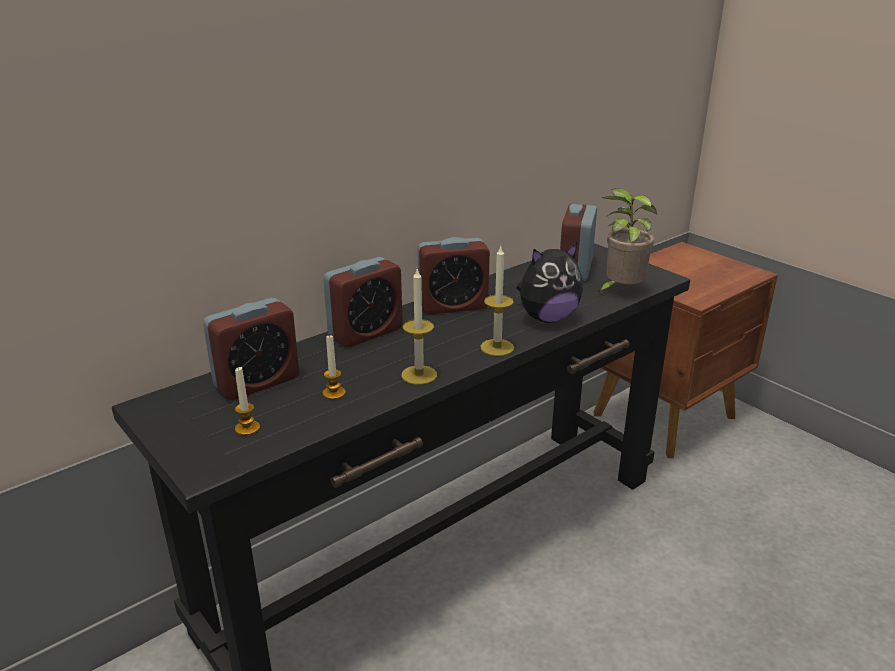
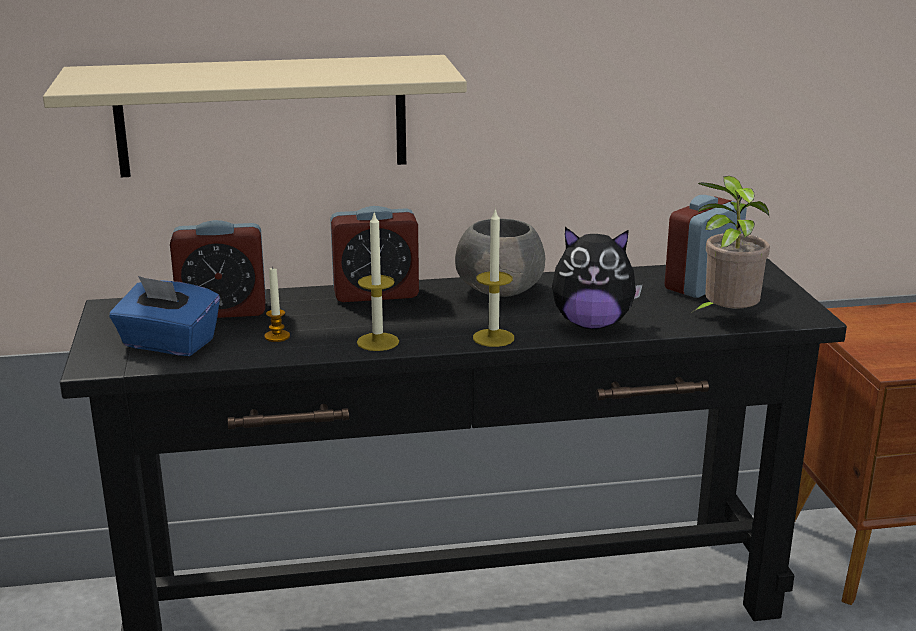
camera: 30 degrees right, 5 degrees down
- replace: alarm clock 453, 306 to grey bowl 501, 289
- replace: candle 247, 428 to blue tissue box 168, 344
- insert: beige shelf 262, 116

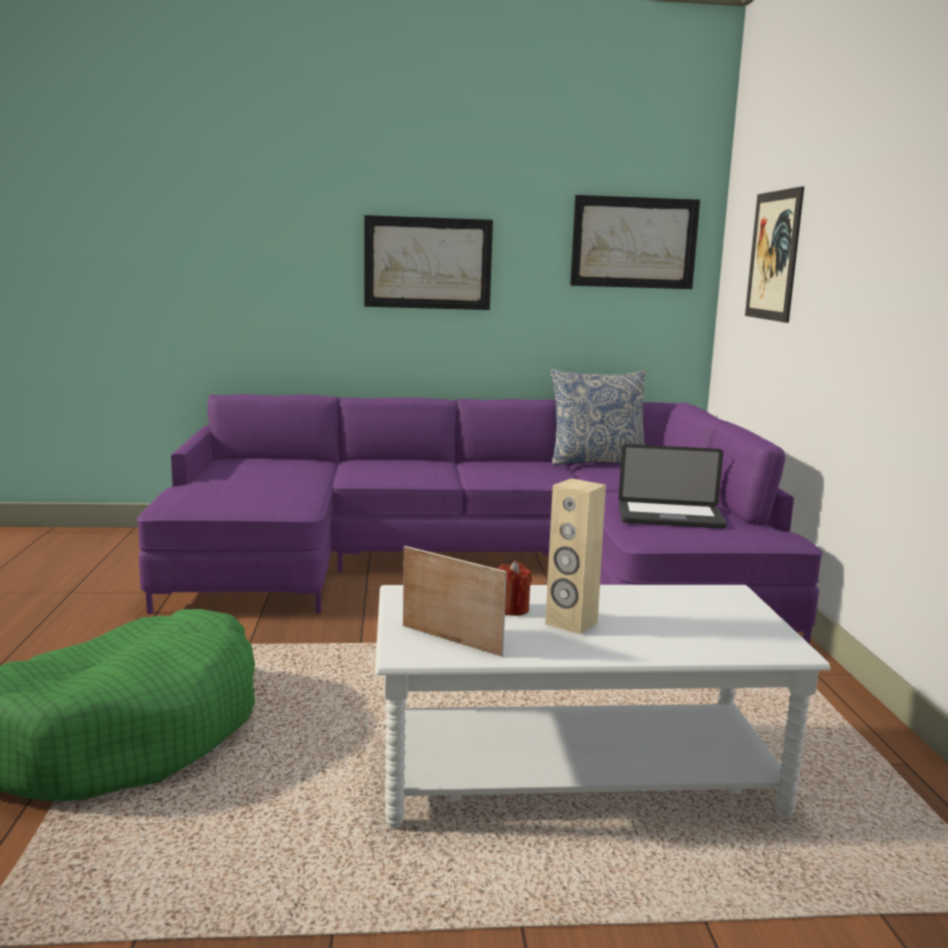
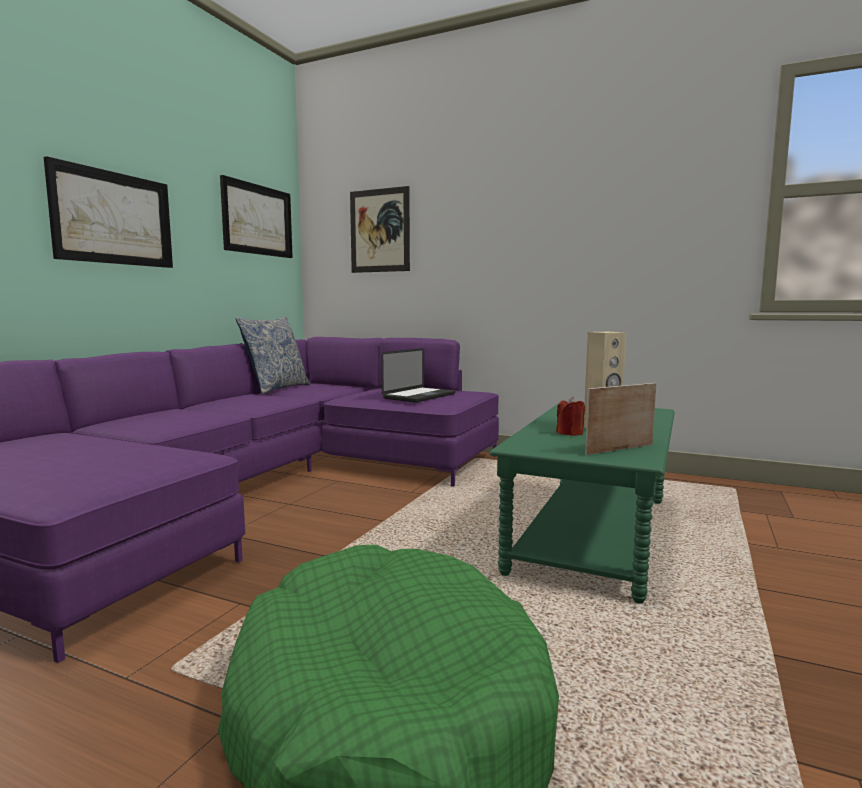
camera: 60 degrees left, 5 degrees down
- recolor: white coffee table 577, 773 to green coffee table 593, 534

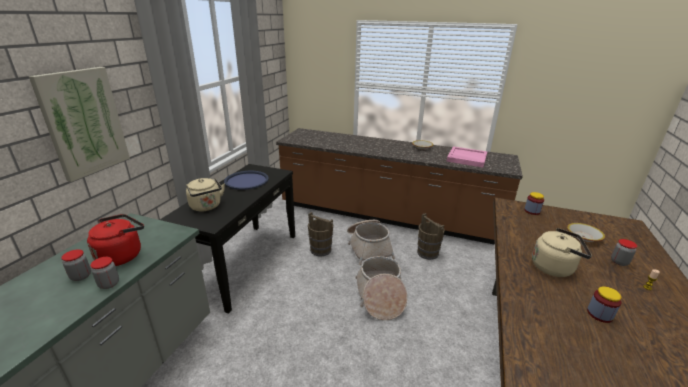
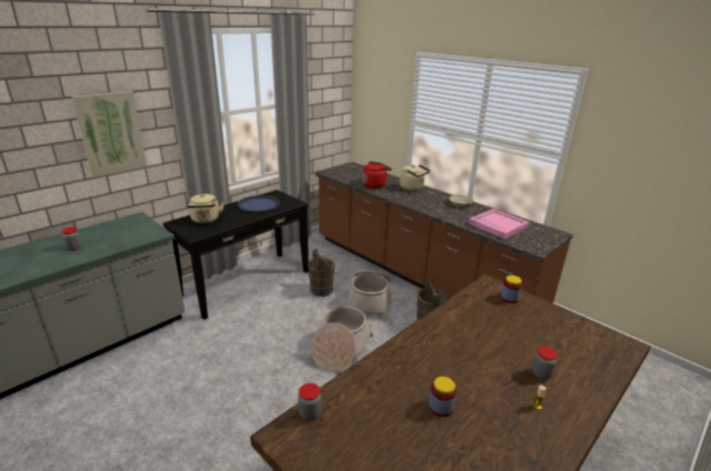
camera: 25 degrees right, 0 degrees up
- move: red kettle 122, 255 to 375, 185
- delete: bowl 583, 237
- move: beige kettle 554, 267 to 413, 188
- move: jar 109, 284 to 310, 414

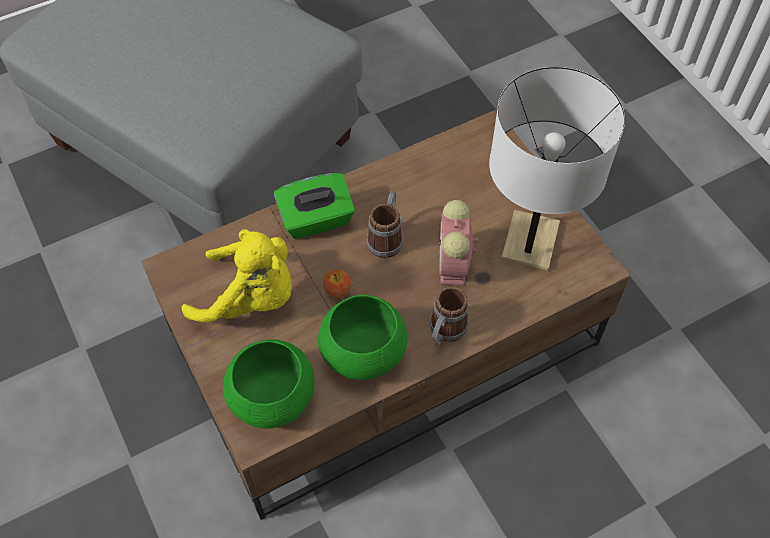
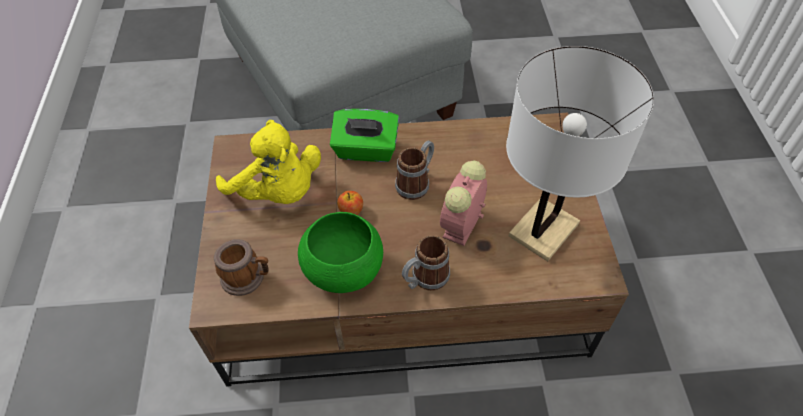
camera: 25 degrees right, 5 degrees down
- replace: green bowl 271, 398 to mug 247, 277

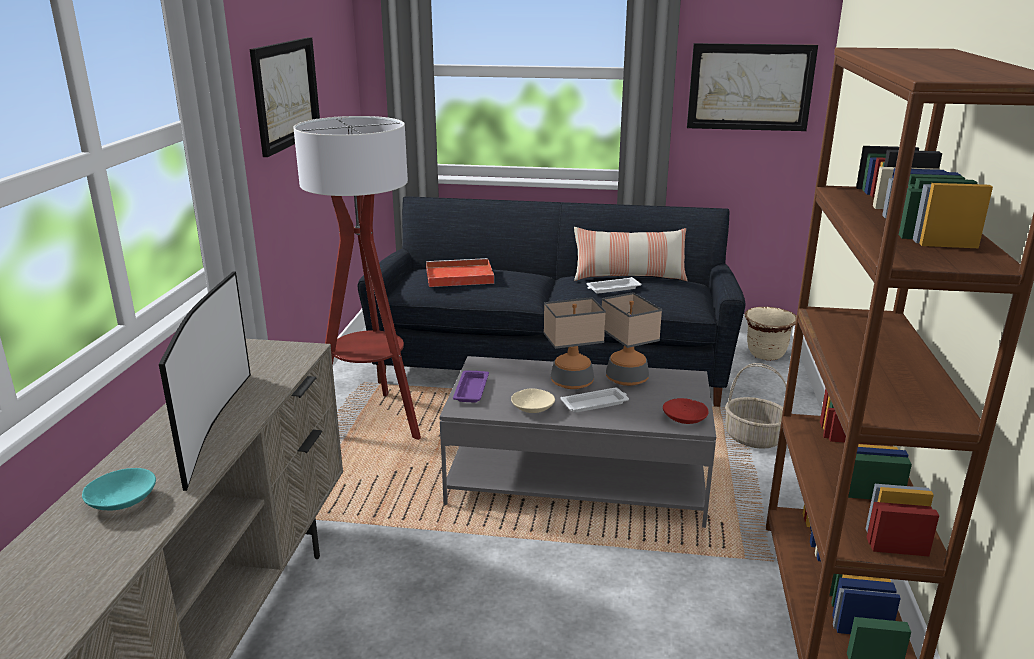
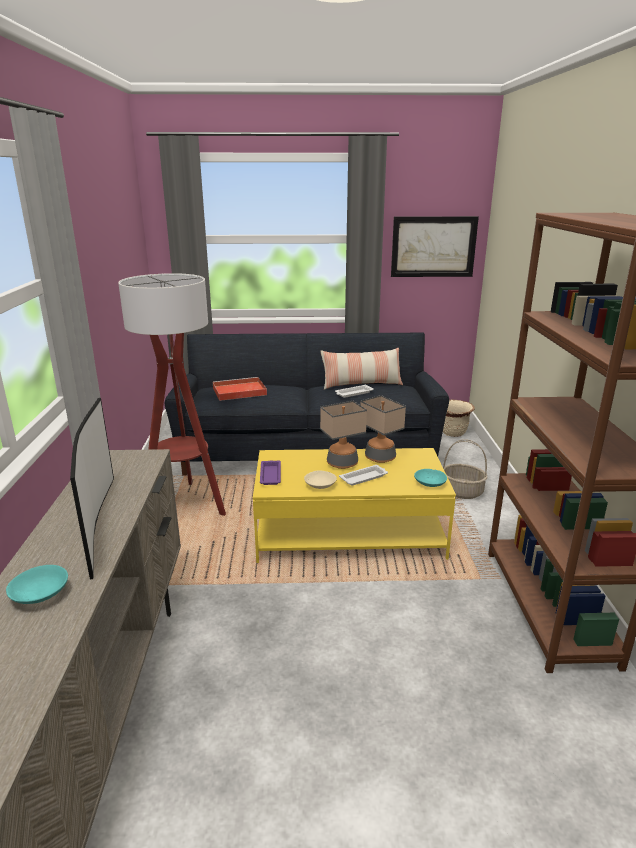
camera: 10 degrees left, 0 degrees up
- delete: picture 285, 94
- recolor: grey coffee table 577, 478 to yellow coffee table 349, 533
- recolor: red bowl 685, 418 to turquoise bowl 430, 483

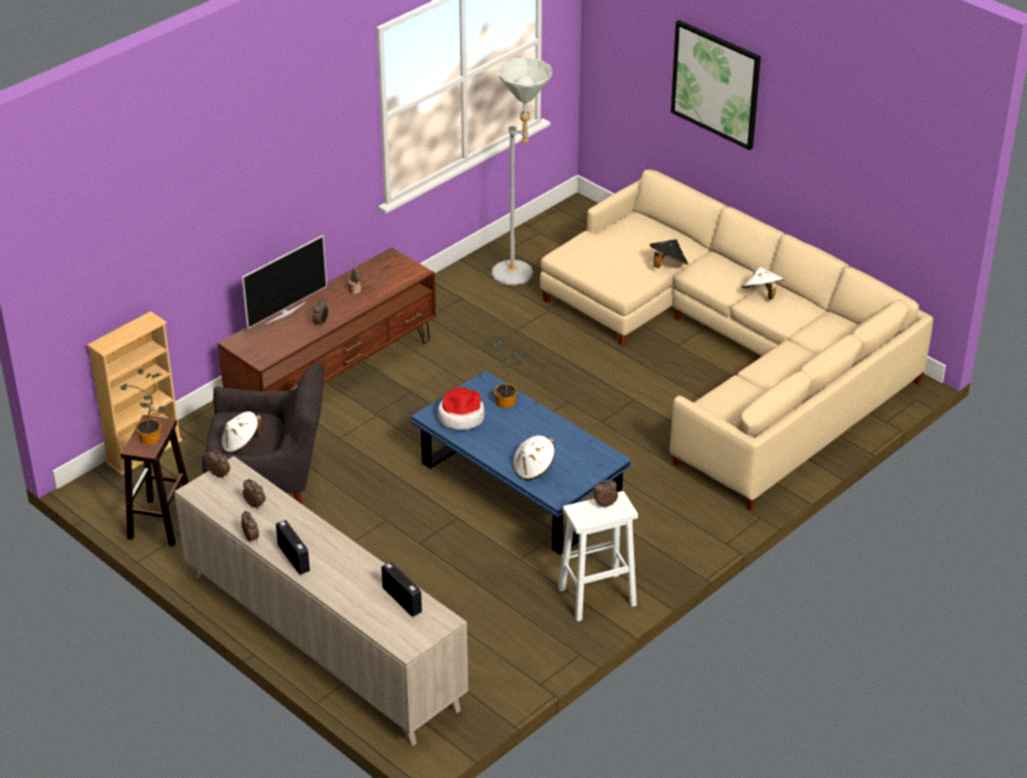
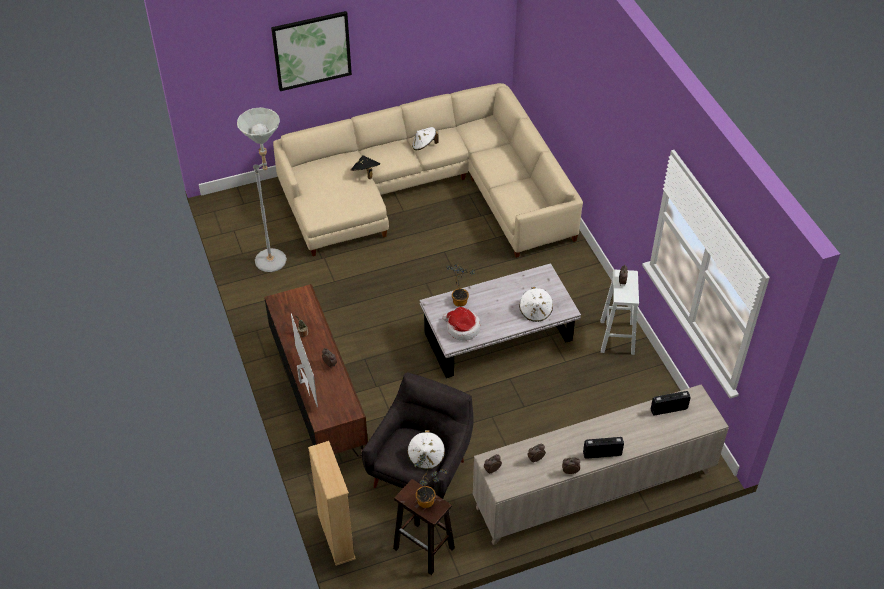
camera: 65 degrees left, 10 degrees up
- recolor: blue coffee table 520, 489 to white coffee table 498, 337

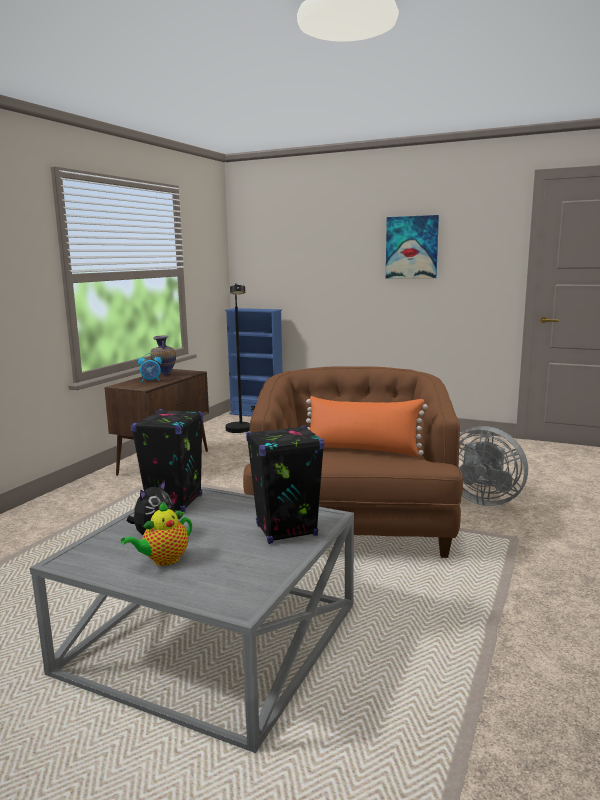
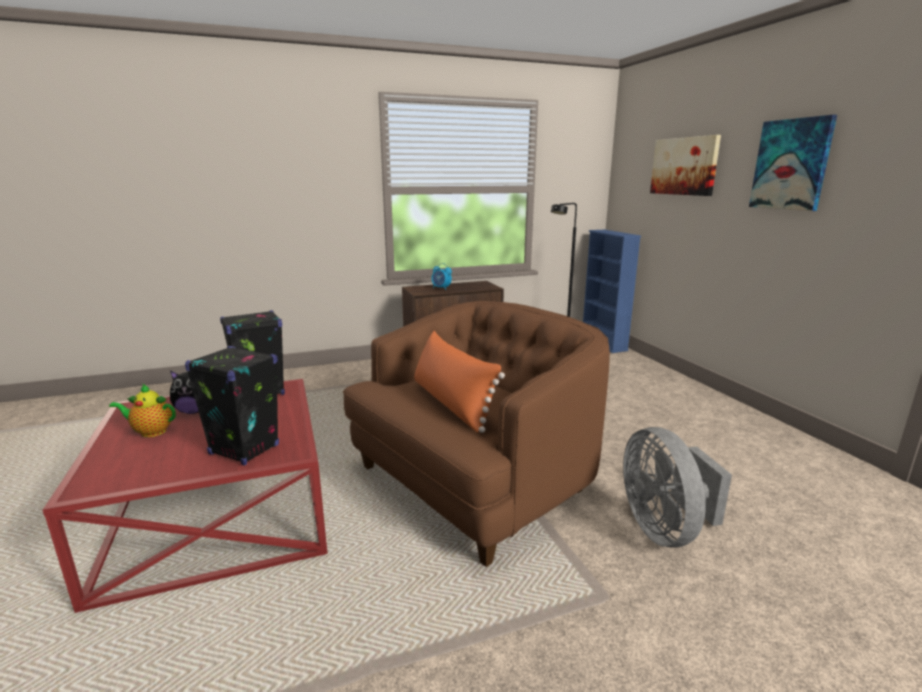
camera: 45 degrees right, 5 degrees up
- delete: vase 164, 375
- recolor: grey coffee table 210, 637 to red coffee table 219, 513
- insert: picture 684, 166

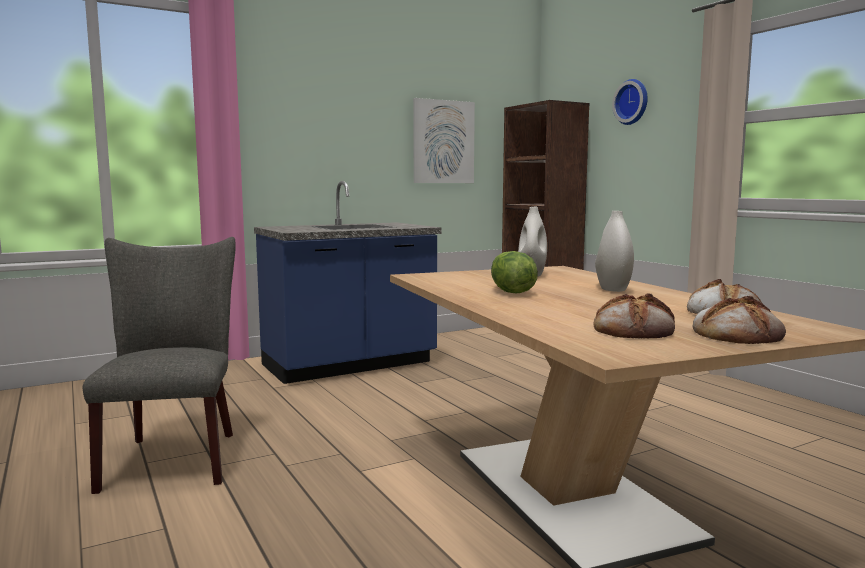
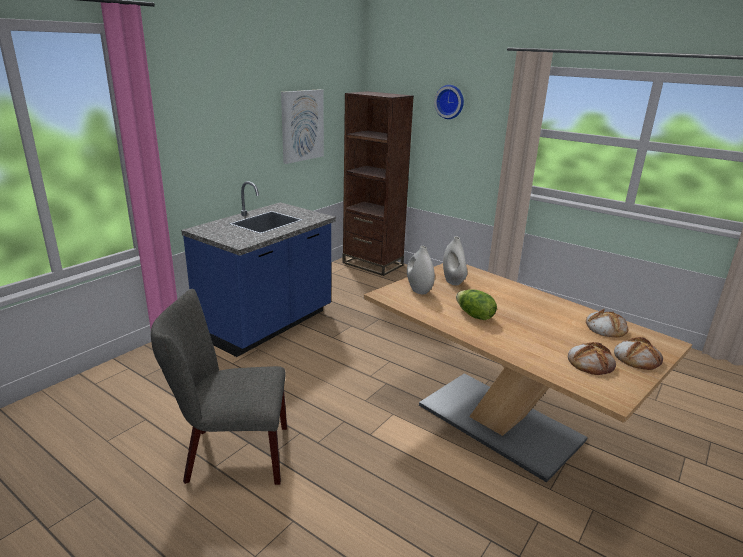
camera: 25 degrees left, 15 degrees up
- move: white vase 612, 289 to 418, 290
- rotate: grey chair 174, 456 = 230, 455 60 degrees counterclockwise

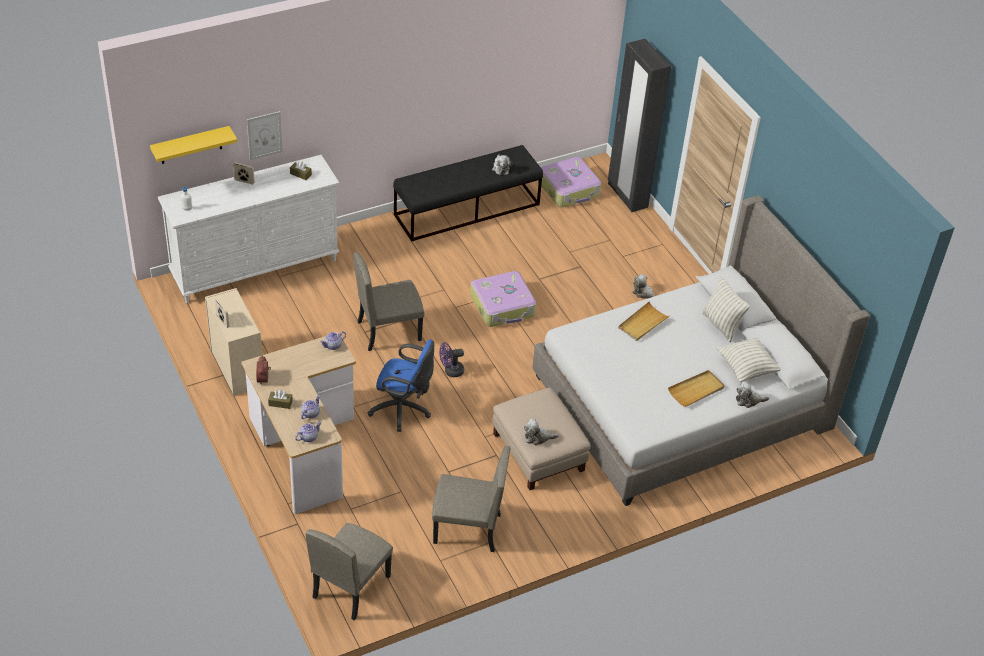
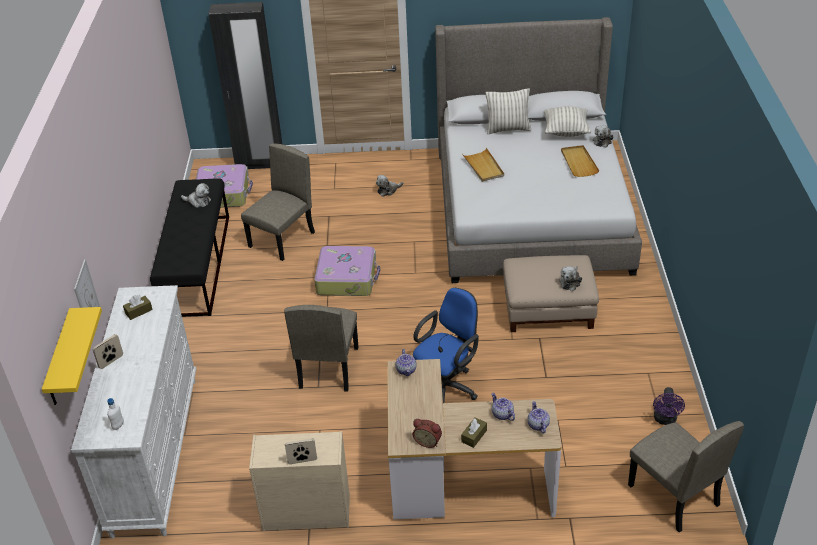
camera: 60 degrees left, 5 degrees down
- move: purple fan 451, 371 to 665, 420
- move: beige chair 467, 529 to 282, 240

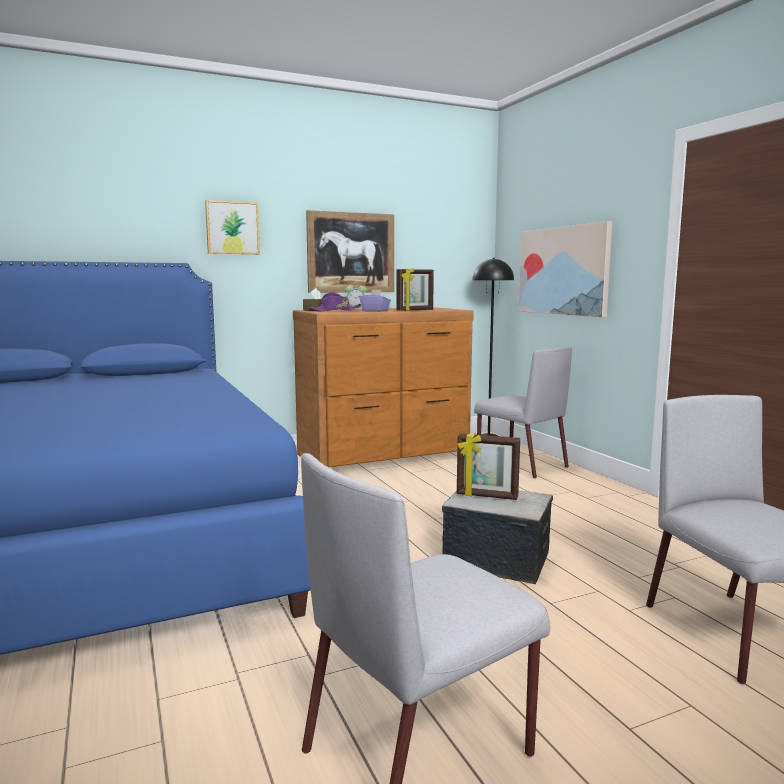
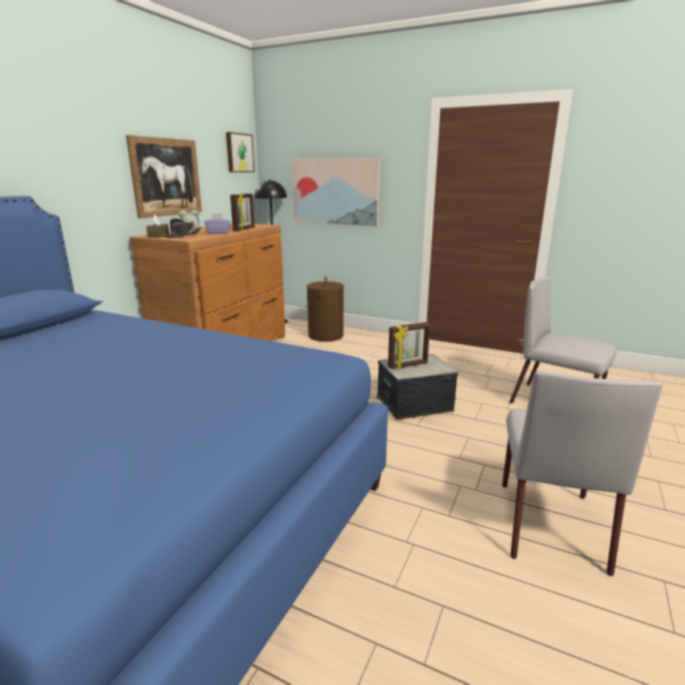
camera: 40 degrees left, 10 degrees up
- move: picture 232, 228 to 239, 153
- recolor: purple hat 334, 311 to black hat 183, 235
- replace: grey chair 520, 464 to brown laundry basket 325, 336

